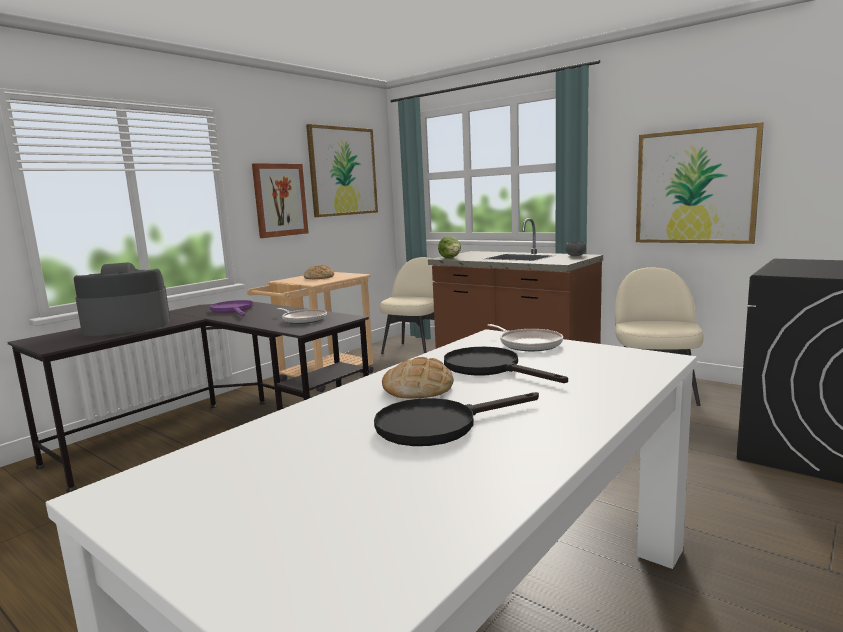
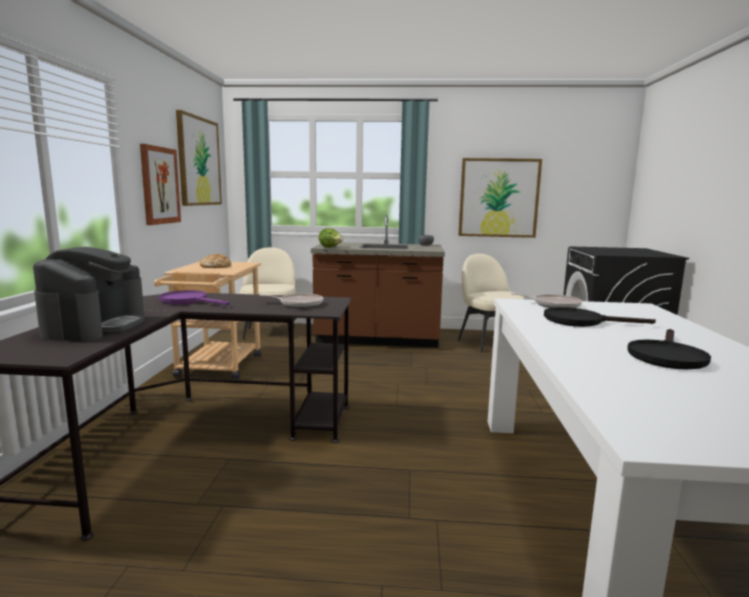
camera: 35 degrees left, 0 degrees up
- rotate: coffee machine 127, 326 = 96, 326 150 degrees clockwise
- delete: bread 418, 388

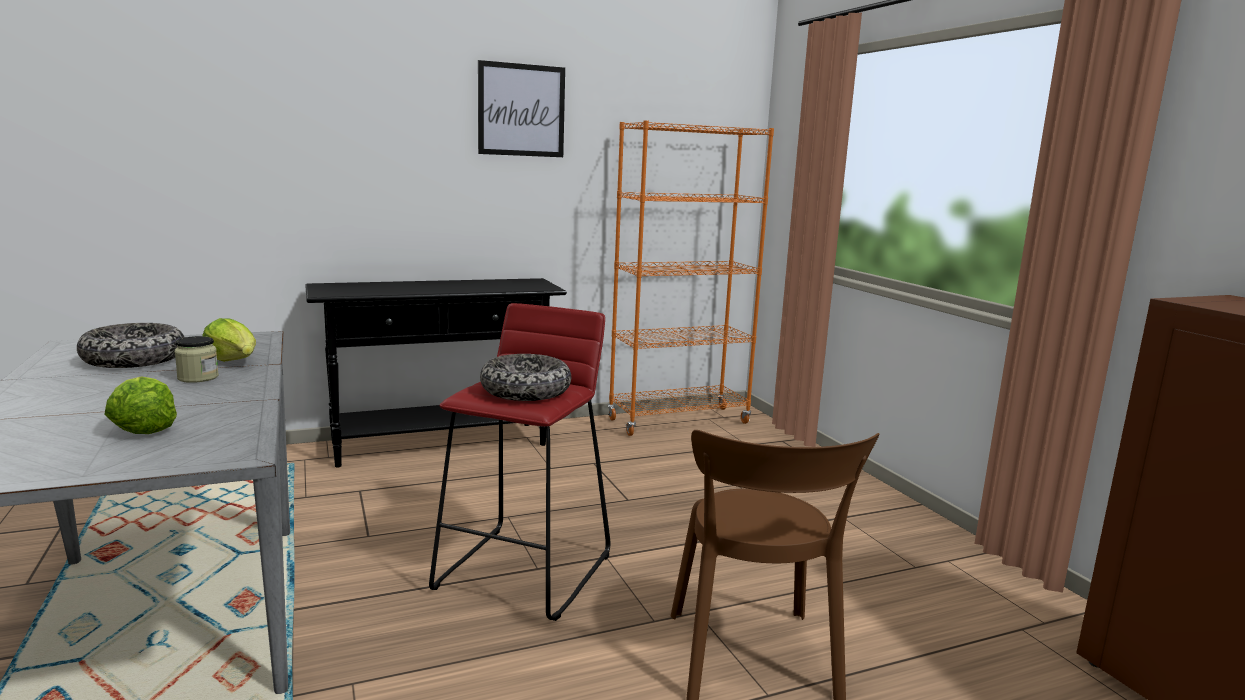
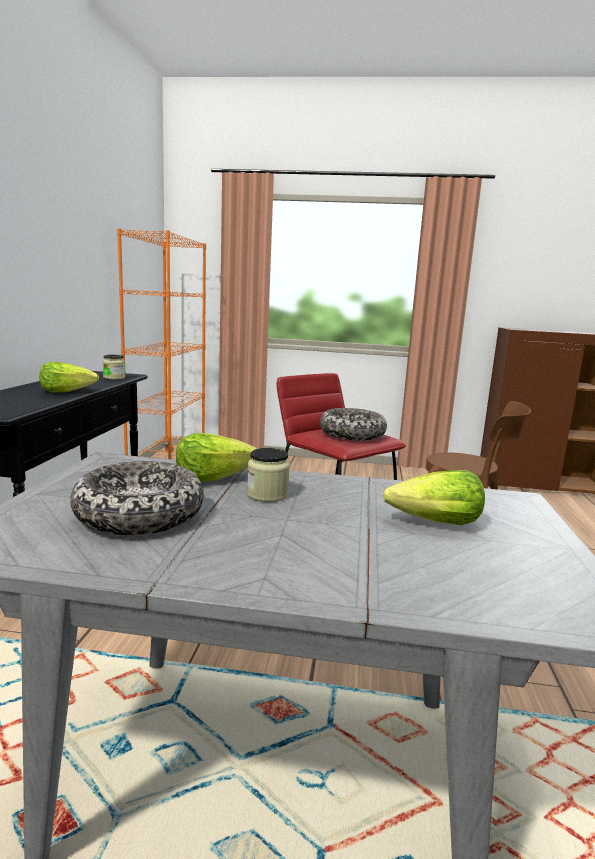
camera: 60 degrees left, 0 degrees up
- delete: picture 521, 110
- insert: jar 114, 378
- insert: lettuce 67, 391

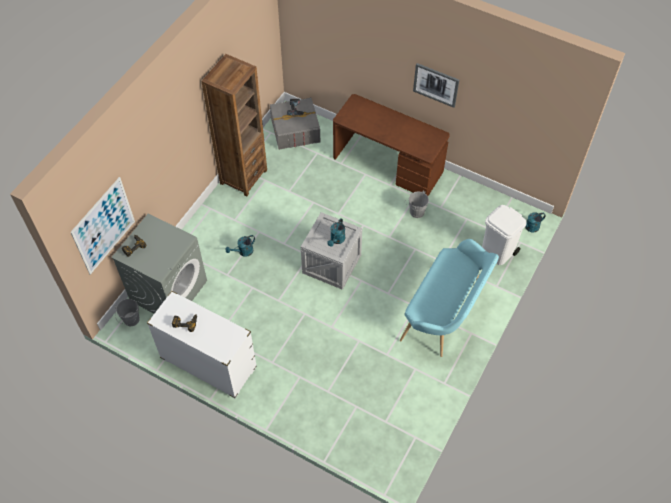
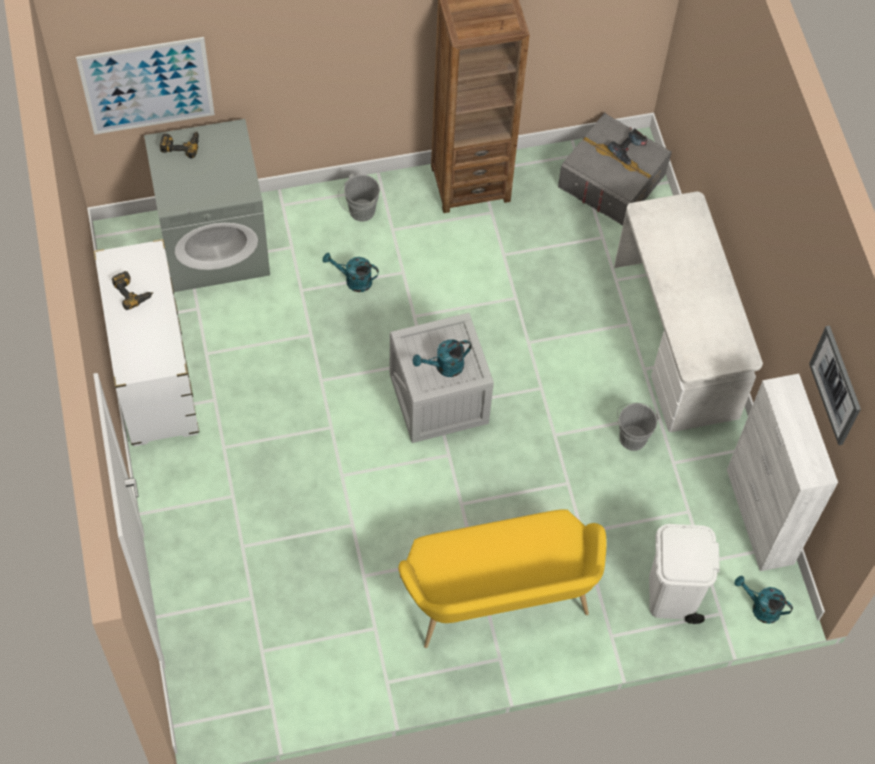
camera: 45 degrees right, 5 degrees up
- move: picture 436, 84 to 836, 385
- recolor: brown desk 388, 164 to white desk 677, 339
- recolor: turquoise bench 445, 314 to yellow bench 498, 602
- move: grey bucket 131, 321 to 359, 212
- insert: white cabinet 760, 517

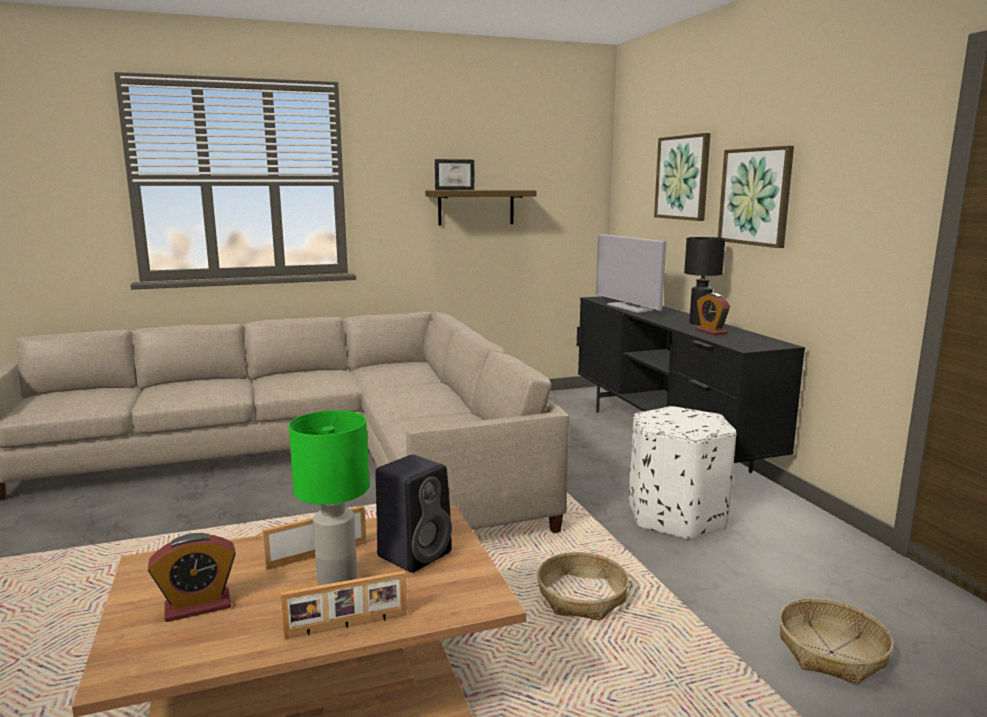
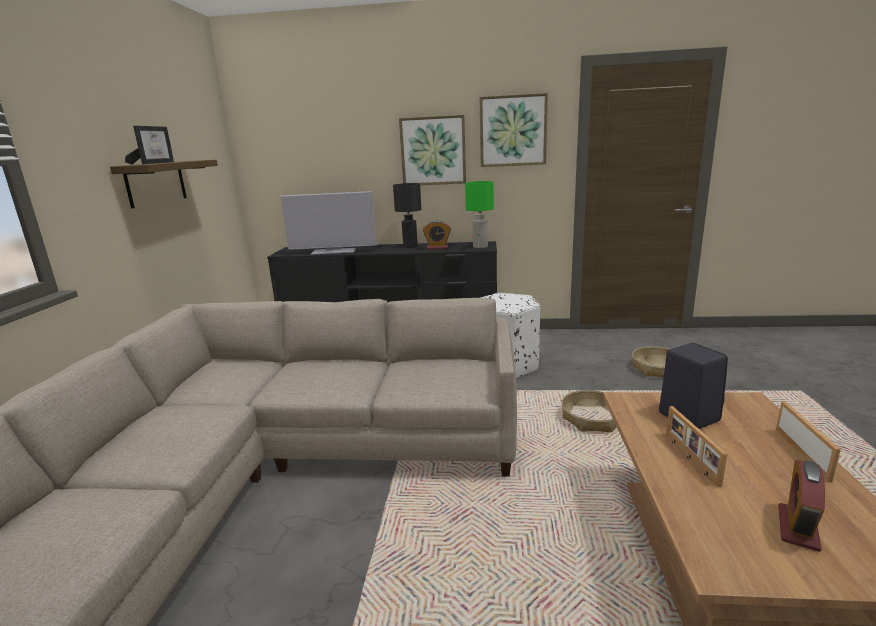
camera: 65 degrees left, 5 degrees up
- move: picture 683, 177 to 513, 131
- move: green table lamp 336, 579 to 480, 247
- rotate: alarm clock 198, 606 = 798, 528 150 degrees counterclockwise

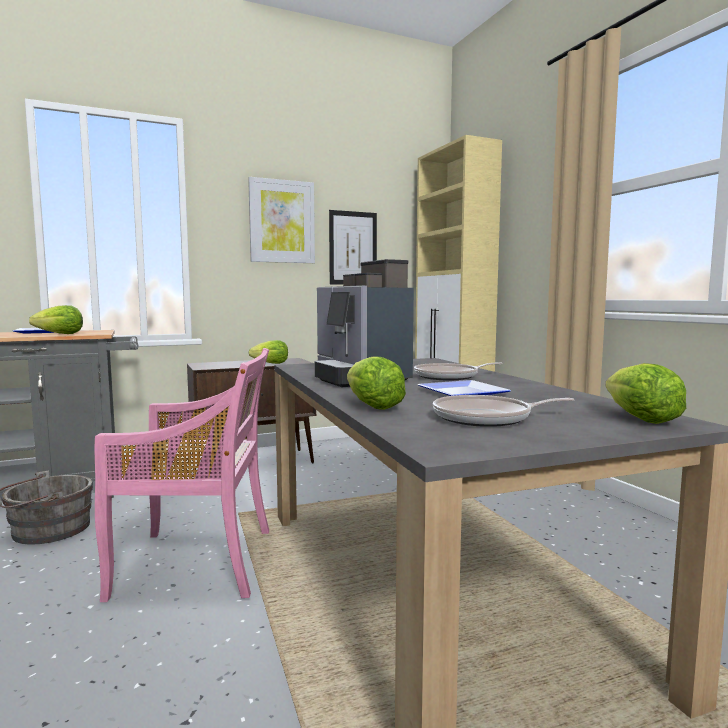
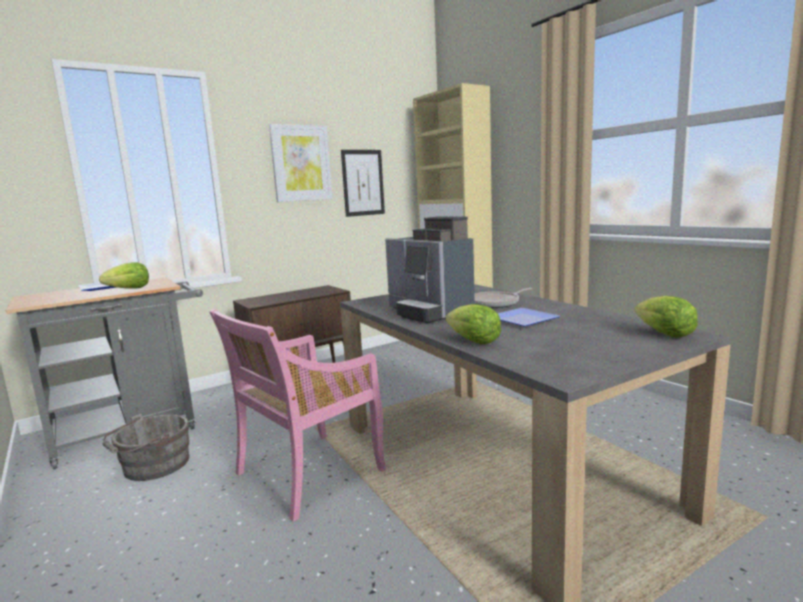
camera: 10 degrees left, 5 degrees up
- delete: lettuce 271, 363
- rotate: pink chair 199, 563 = 307, 474 150 degrees clockwise
- delete: frying pan 487, 418

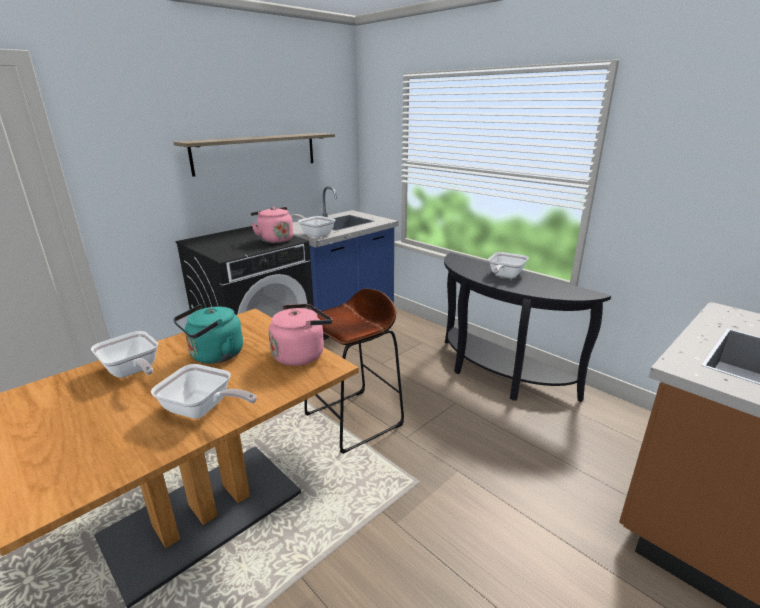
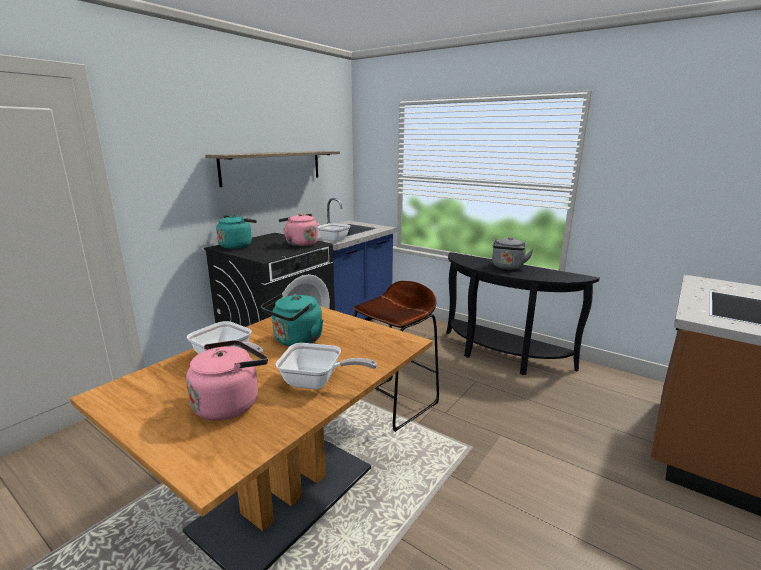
camera: 10 degrees left, 5 degrees down
- replace: frying pan 504, 276 to grey kettle 507, 267
- move: pink kettle 301, 354 to 230, 403
- insert: turquoise kettle 237, 246

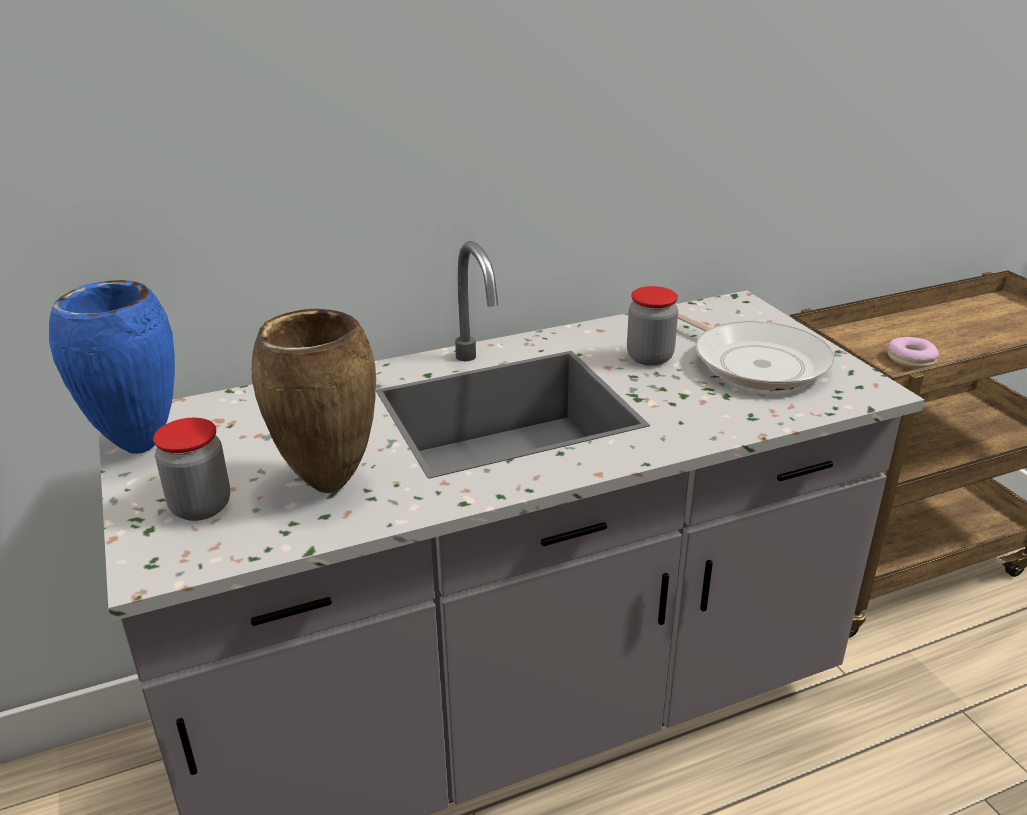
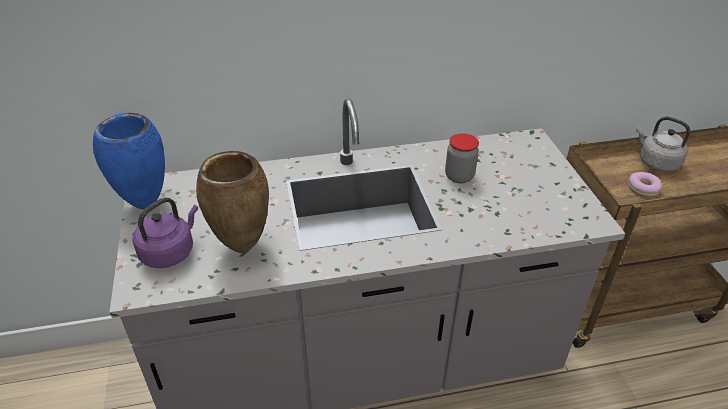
camera: 10 degrees right, 10 degrees up
- delete: frying pan 754, 362
- replace: jar 201, 507 to purple kettle 170, 252
- insert: grey kettle 656, 162

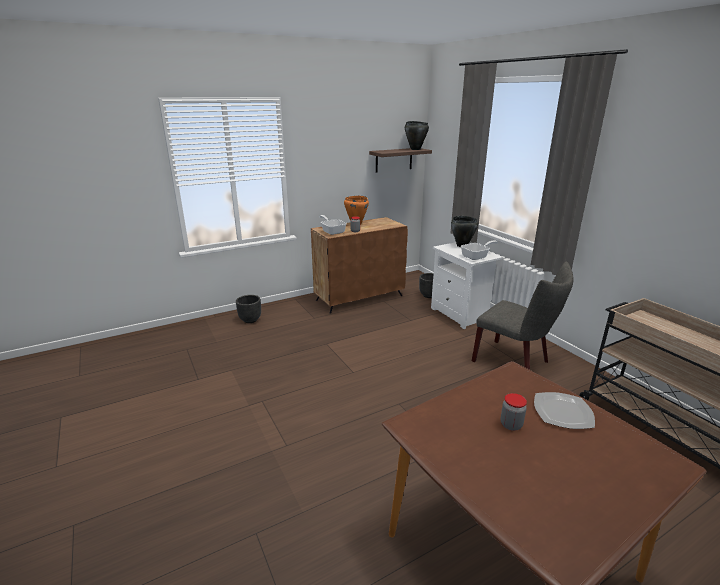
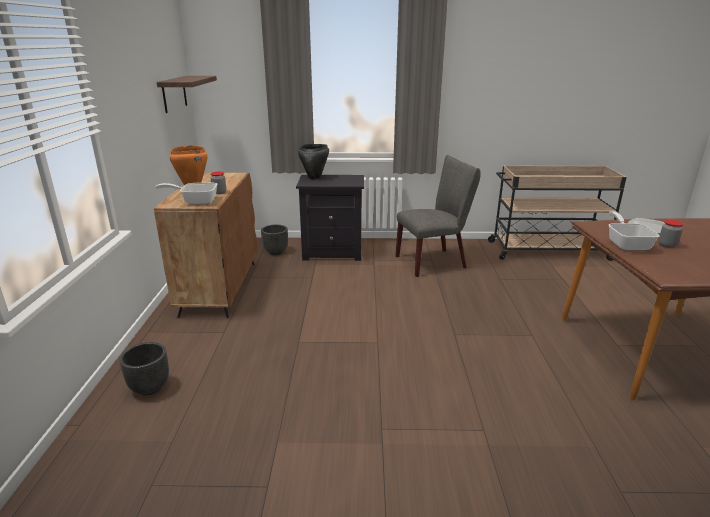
camera: 60 degrees left, 0 degrees up
- delete: black cooking pot 415, 149
- move: frying pan 477, 256 to 626, 244
- recolor: white nightstand 460, 314 to black nightstand 333, 252

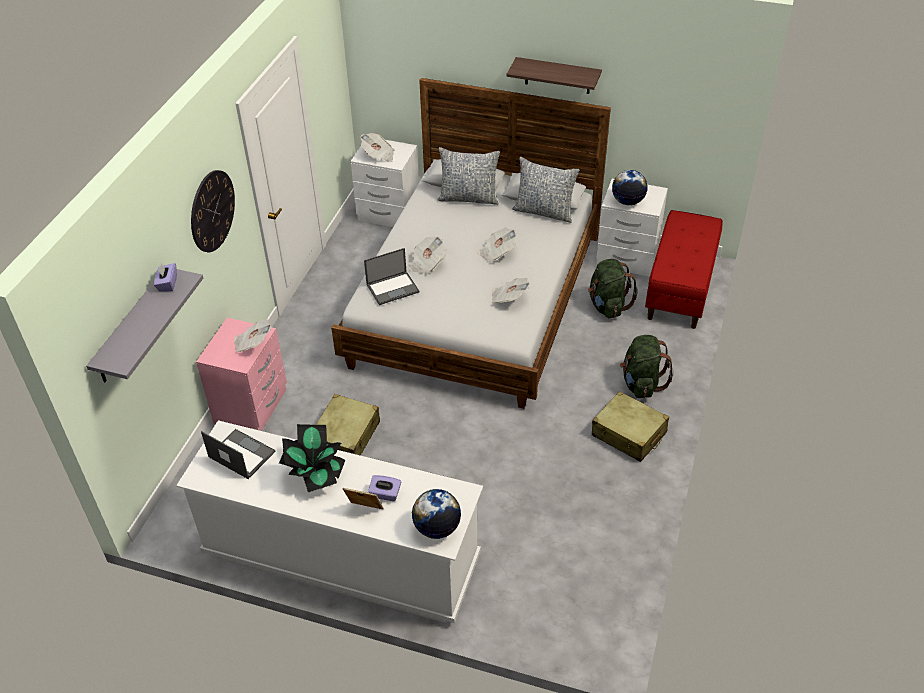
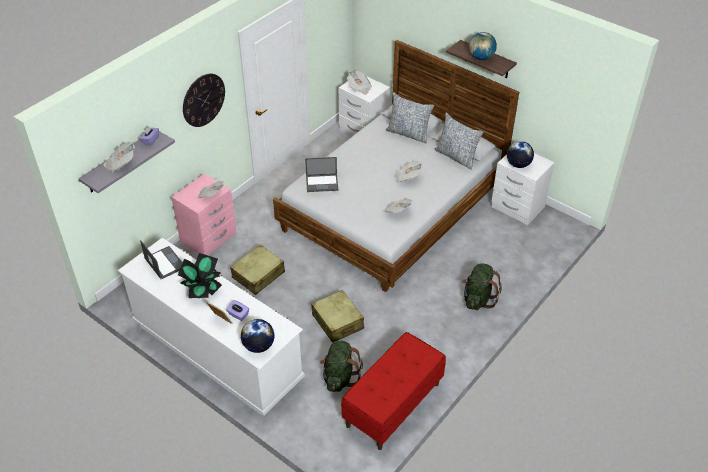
camera: 20 degrees right, 0 degrees up
- move: red bench 680, 289 to 393, 405
- move: newspaper 427, 264 to 120, 164
- move: green backpack 607, 306 to 339, 377
- move: beige suitcase 629, 434 to 337, 322
- insert: globe 481, 58

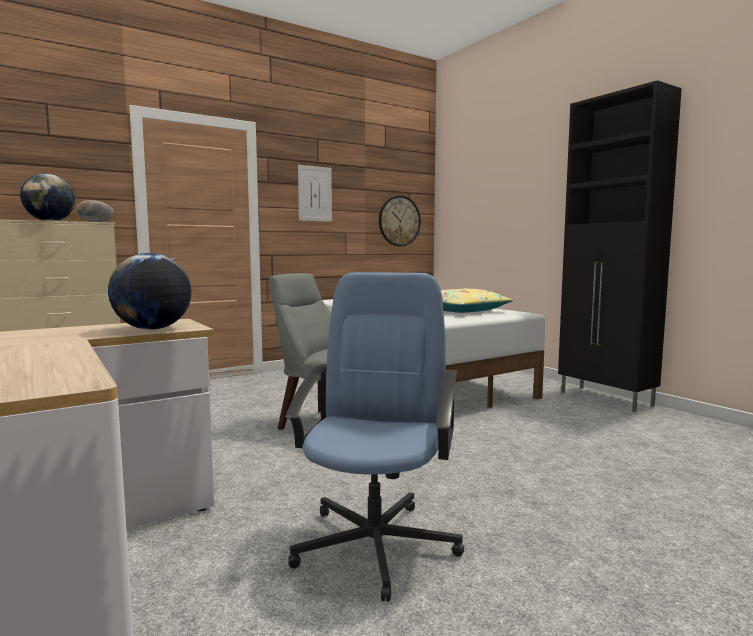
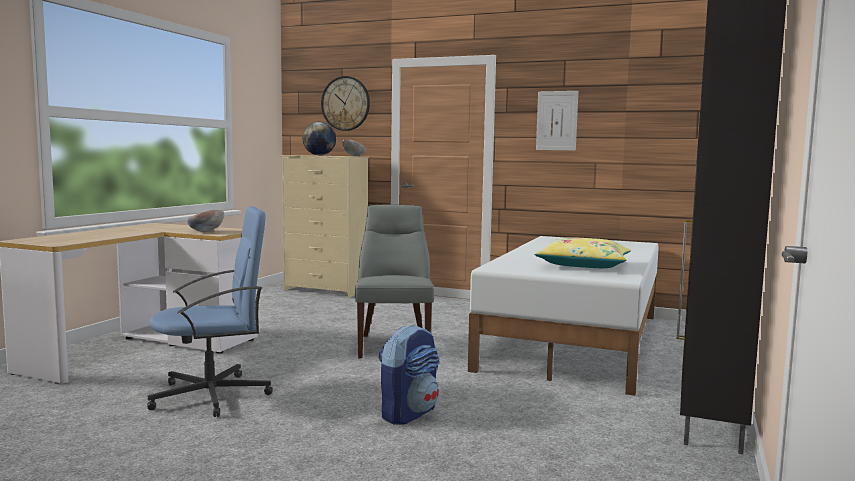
camera: 55 degrees right, 0 degrees up
- move: wall clock 399, 221 to 345, 103
- replace: globe 152, 329 to bowl 205, 232
- insert: backpack 408, 413

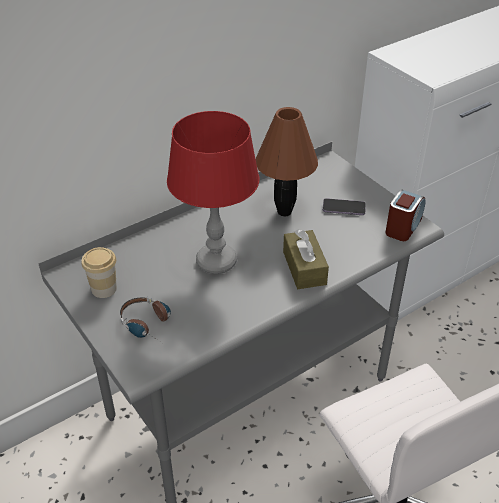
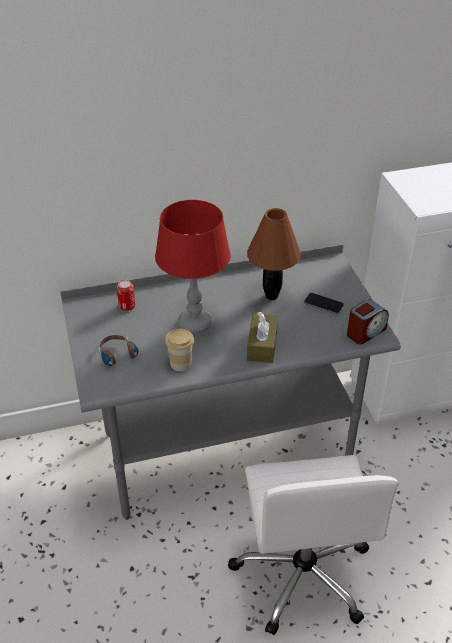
camera: 20 degrees right, 0 degrees up
- move: cup 104, 289 to 180, 363
- insert: can 127, 306

